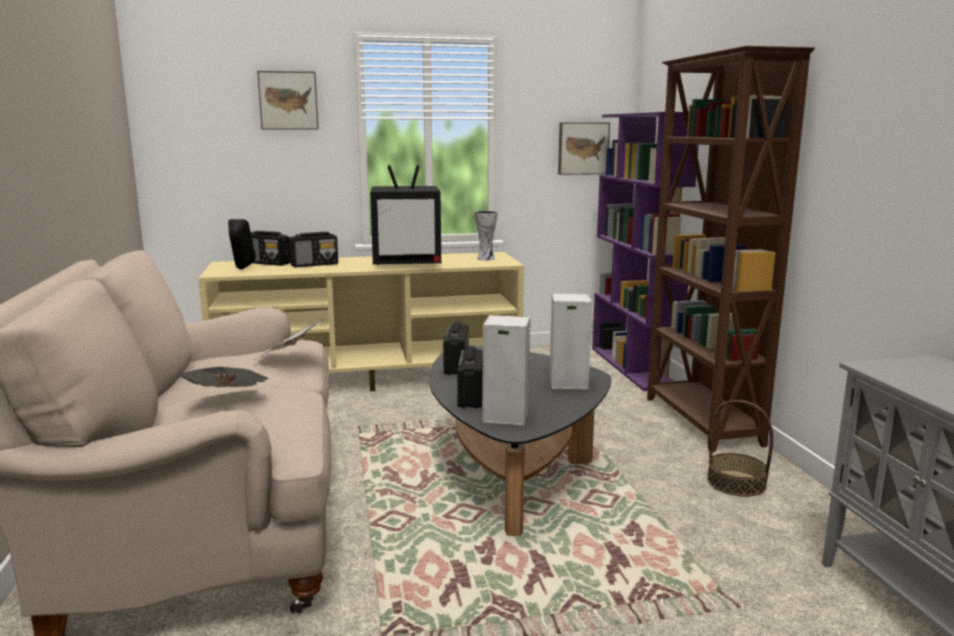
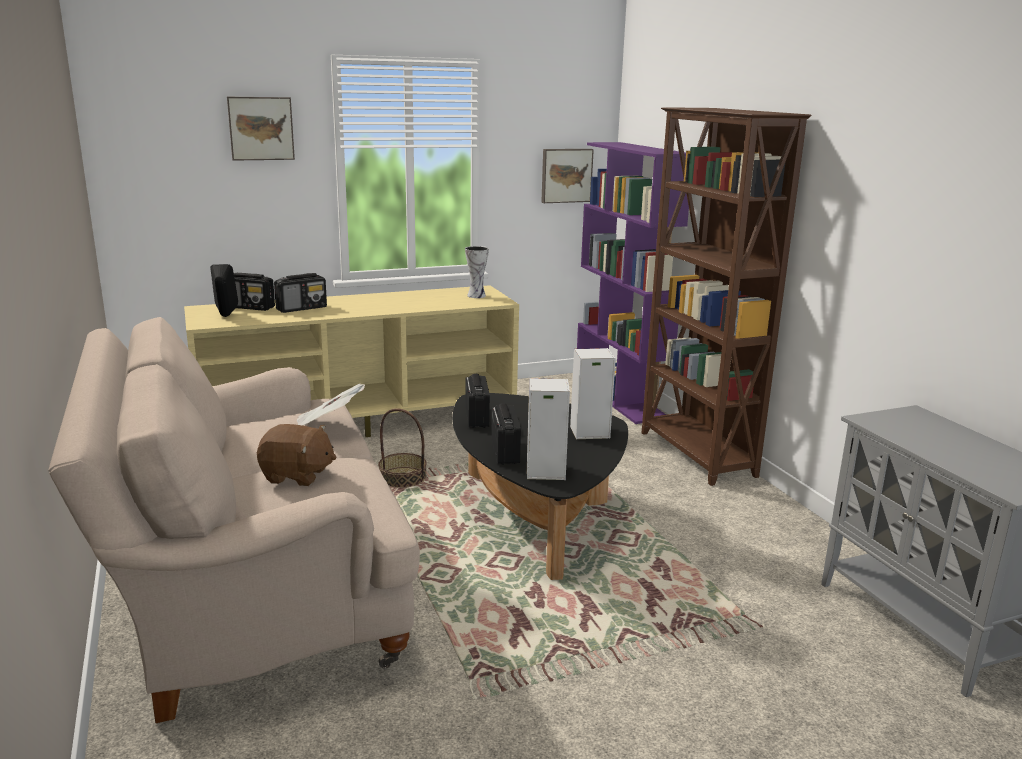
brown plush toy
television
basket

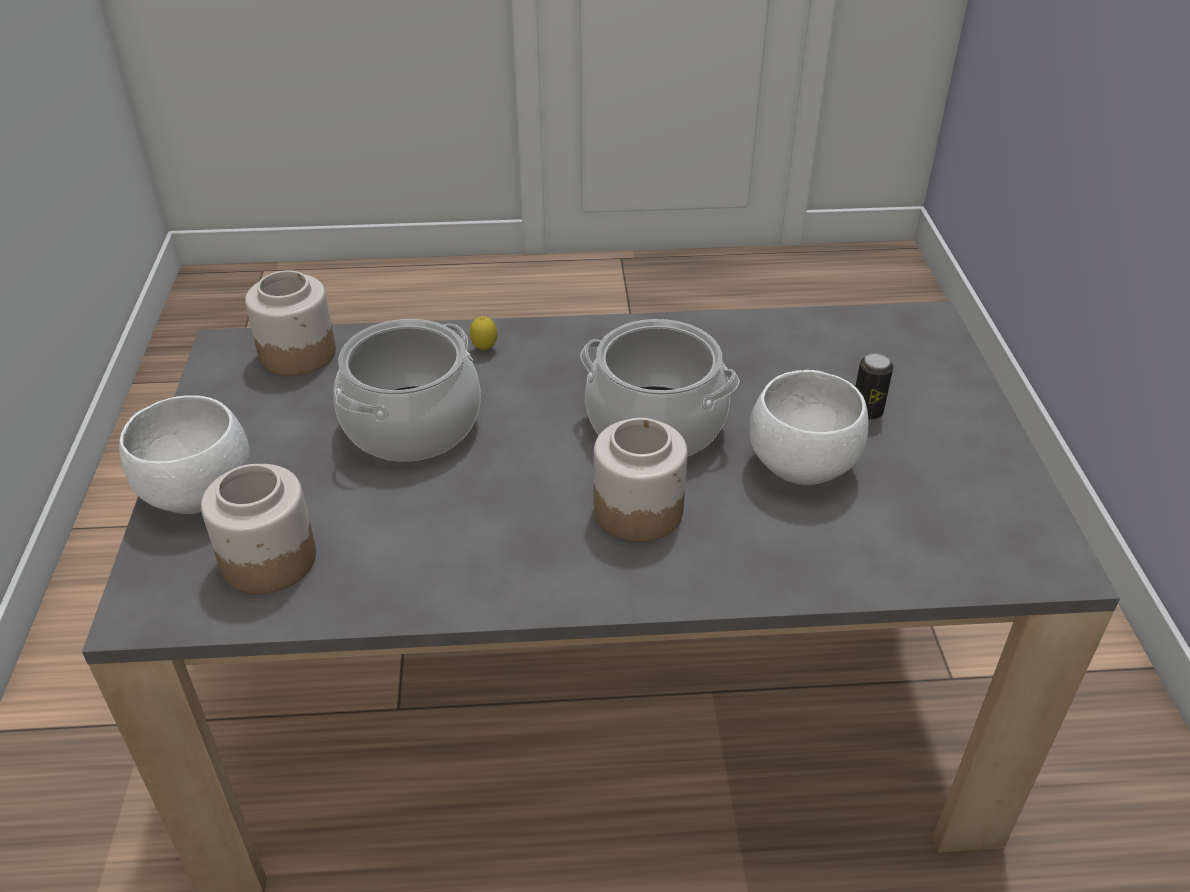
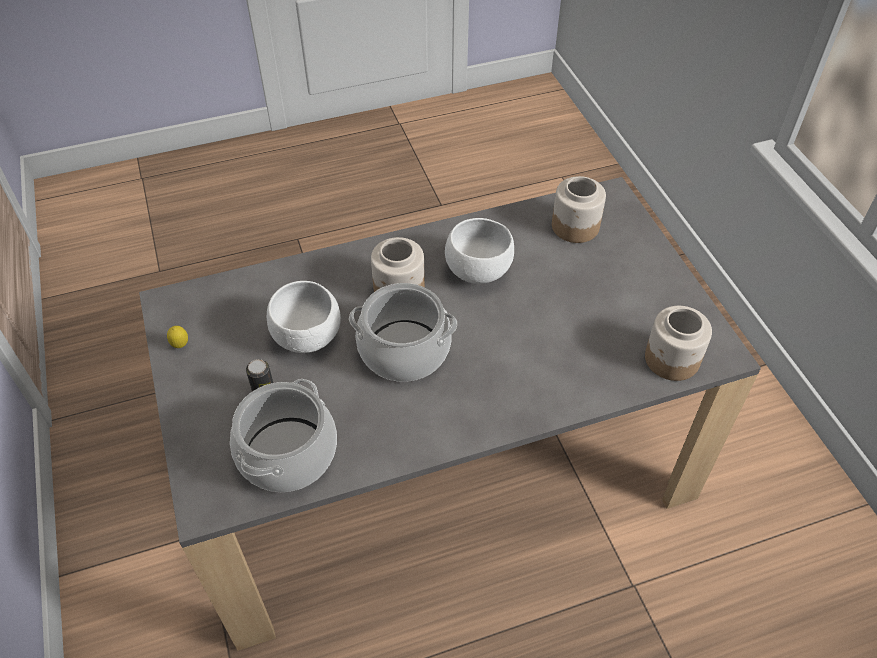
white bowl (no. 2 from left)
cooking pot (no. 1 from left)
lemon

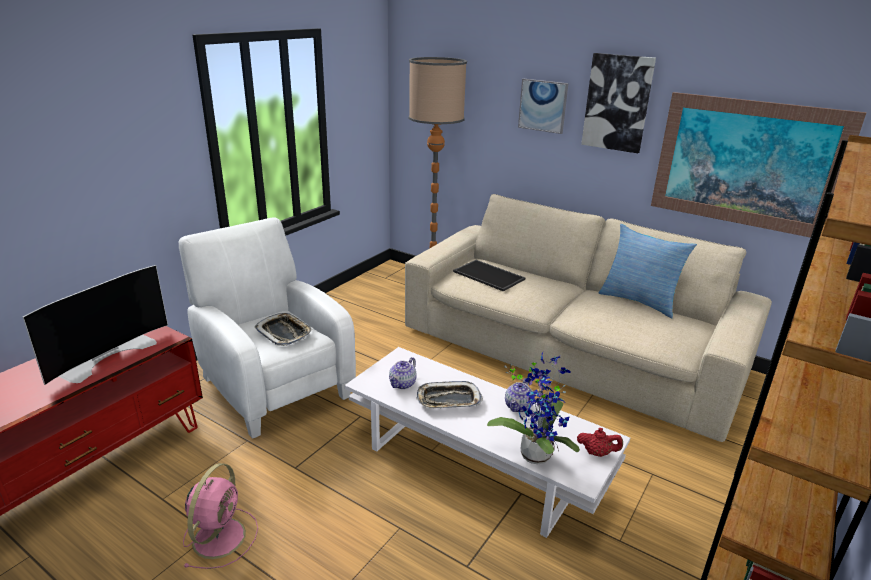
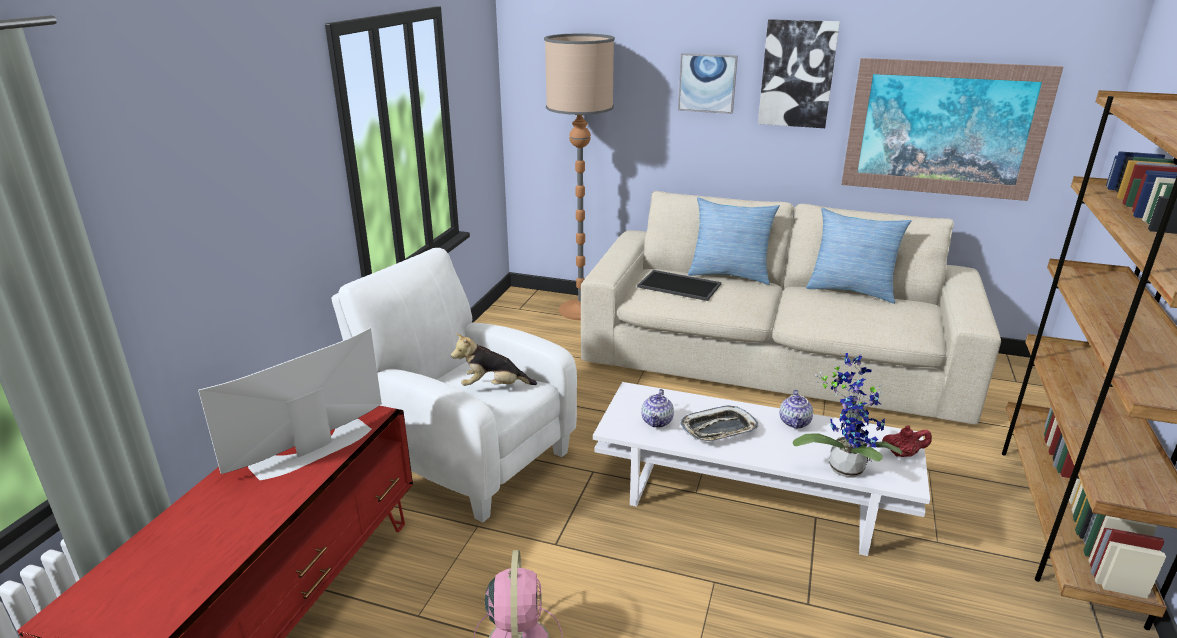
television
plush toy
pillow (no. 1 from left)

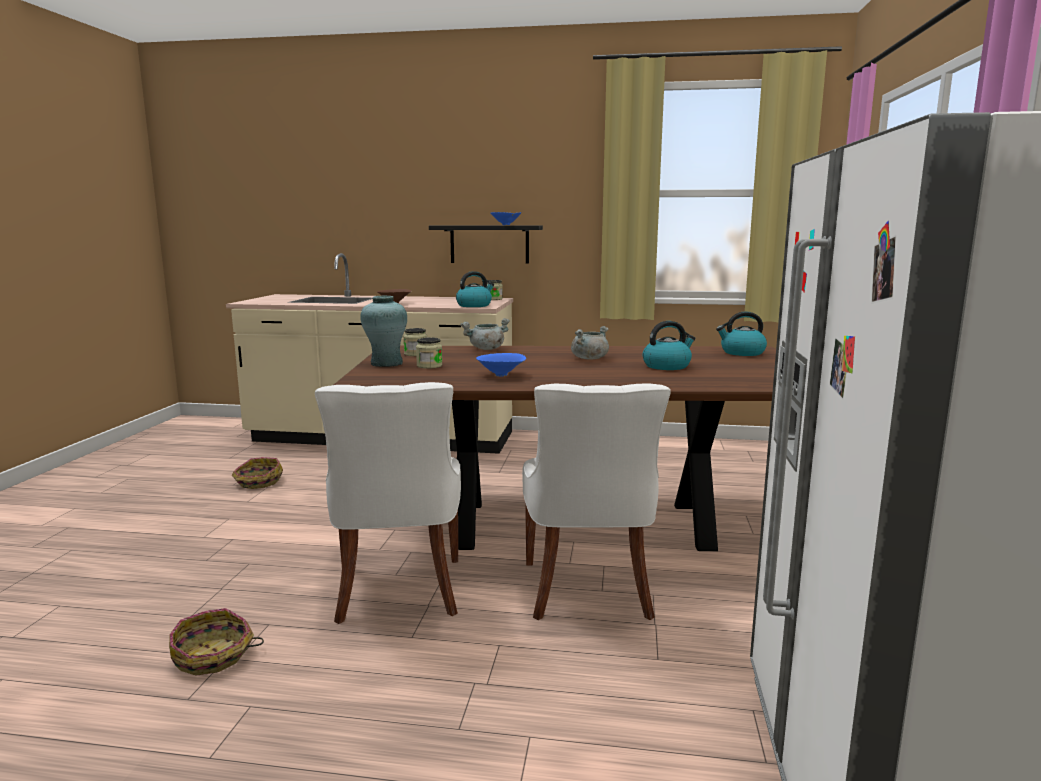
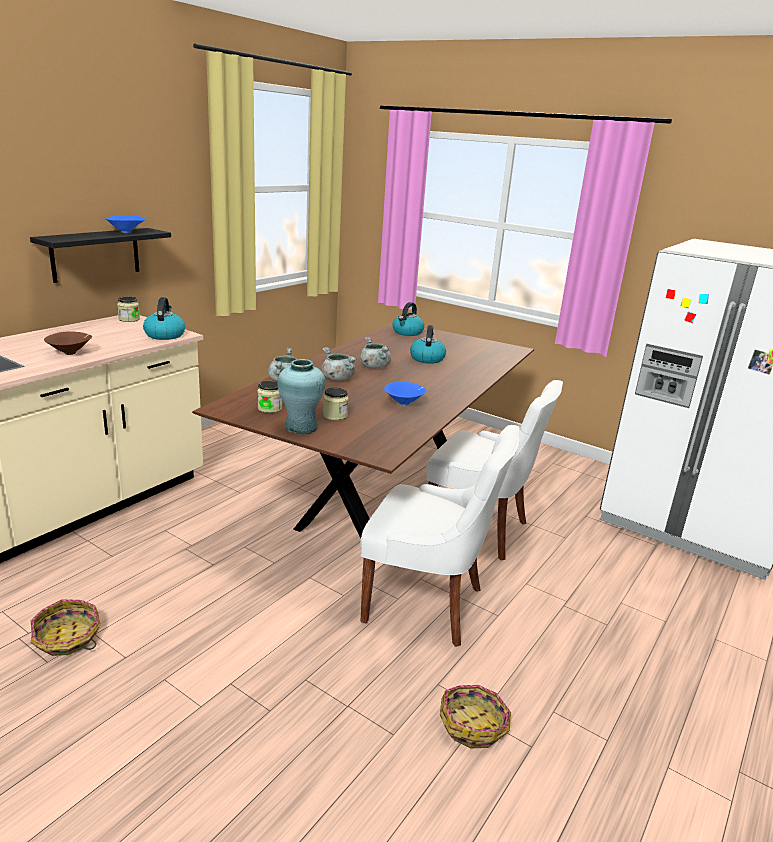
grey cooking pot (no. 2 from left)

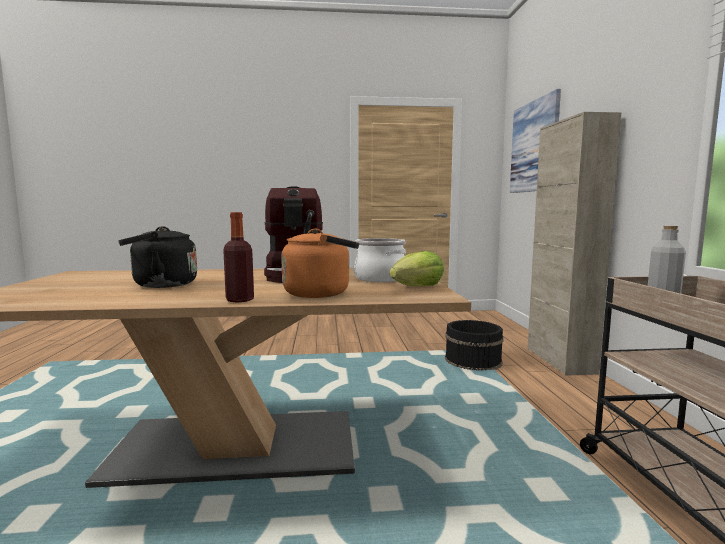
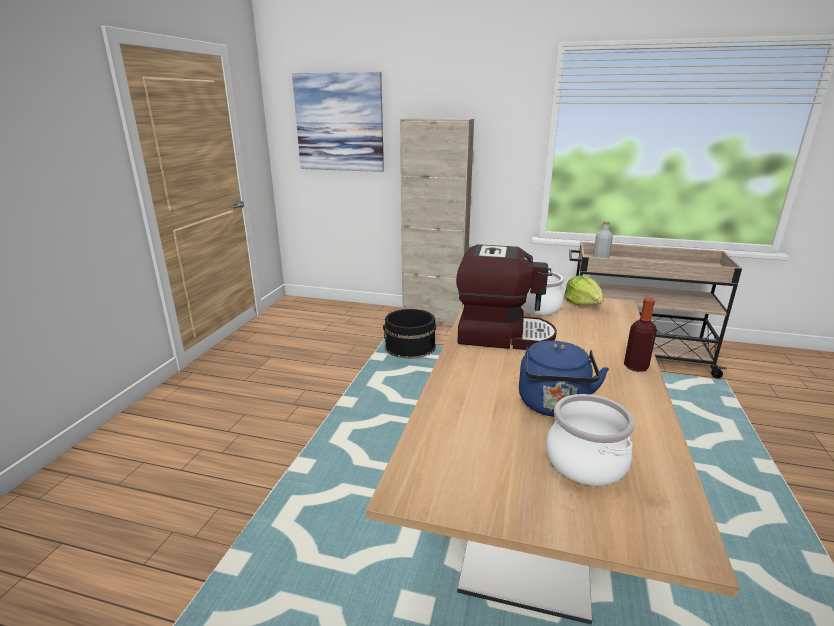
blue kettle
orange kettle
cooking pot (no. 2 from left)

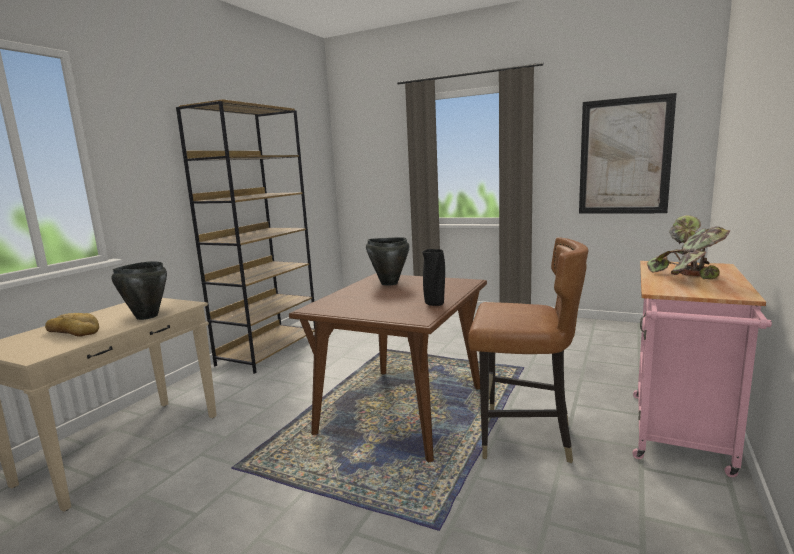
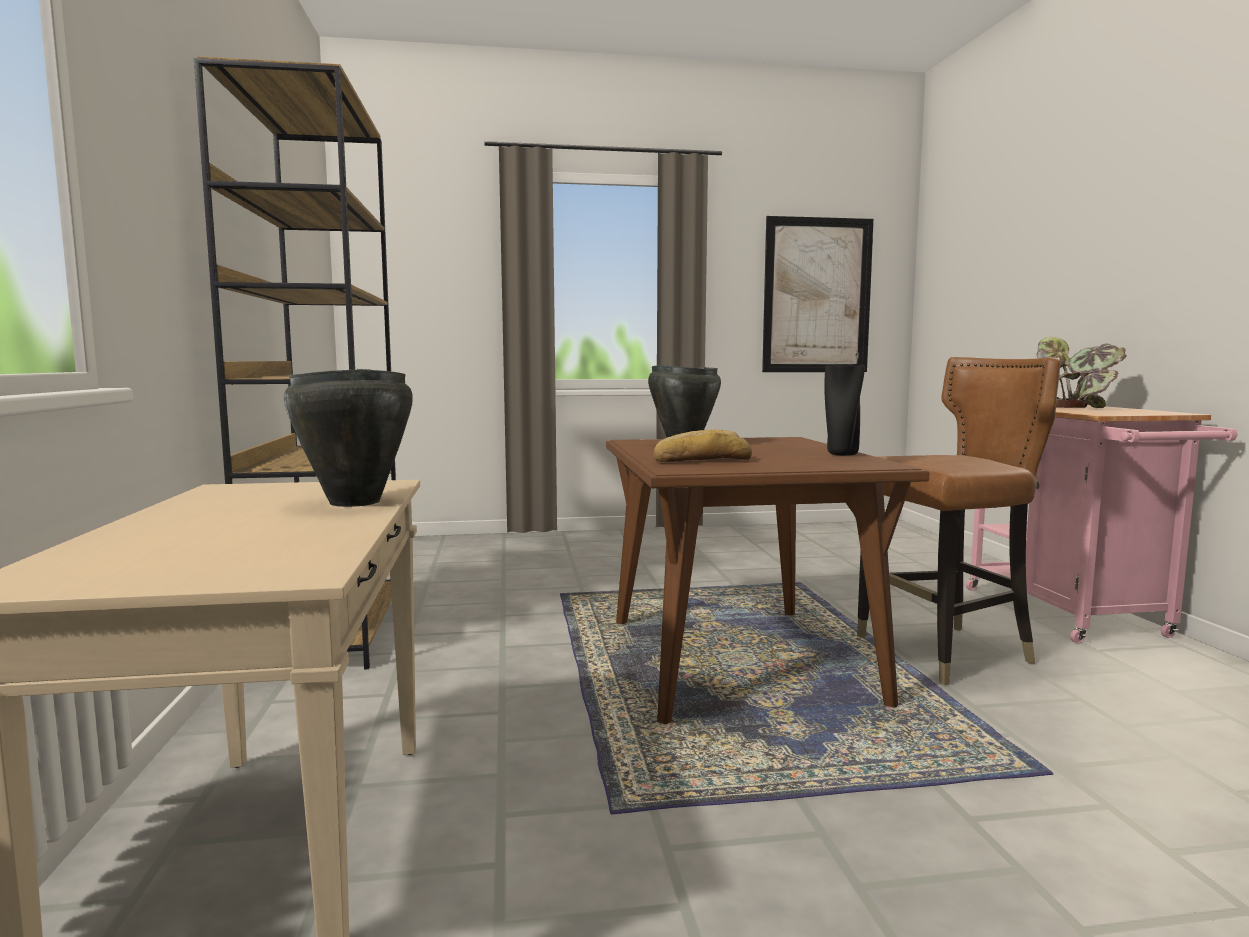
bread

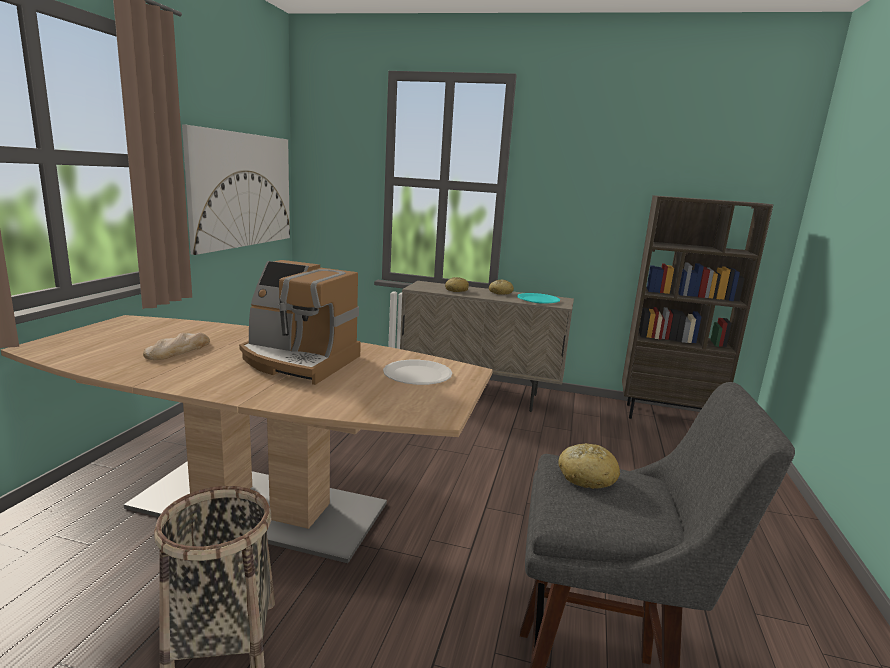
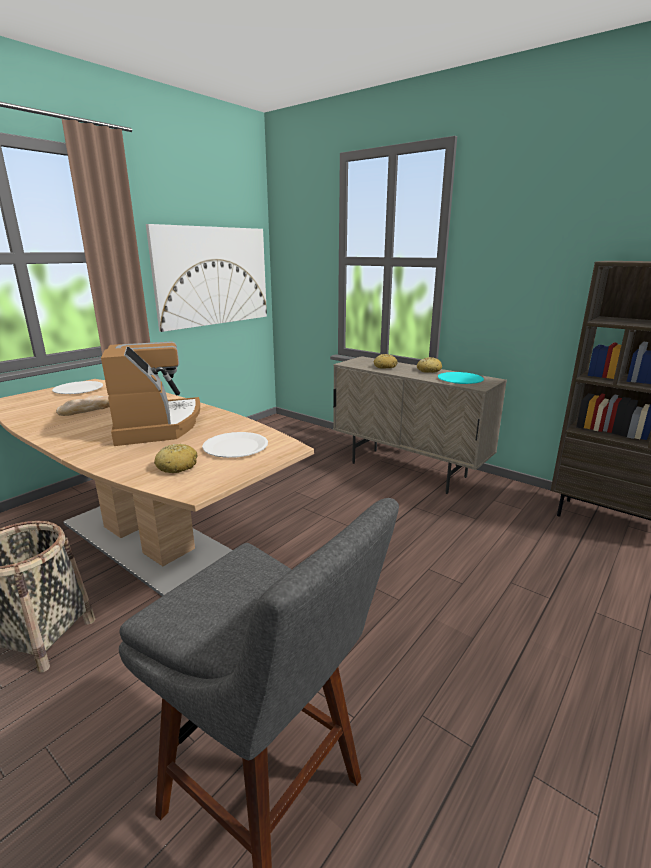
coffee machine
bread (no. 2 from left)
white plate (no. 1 from left)

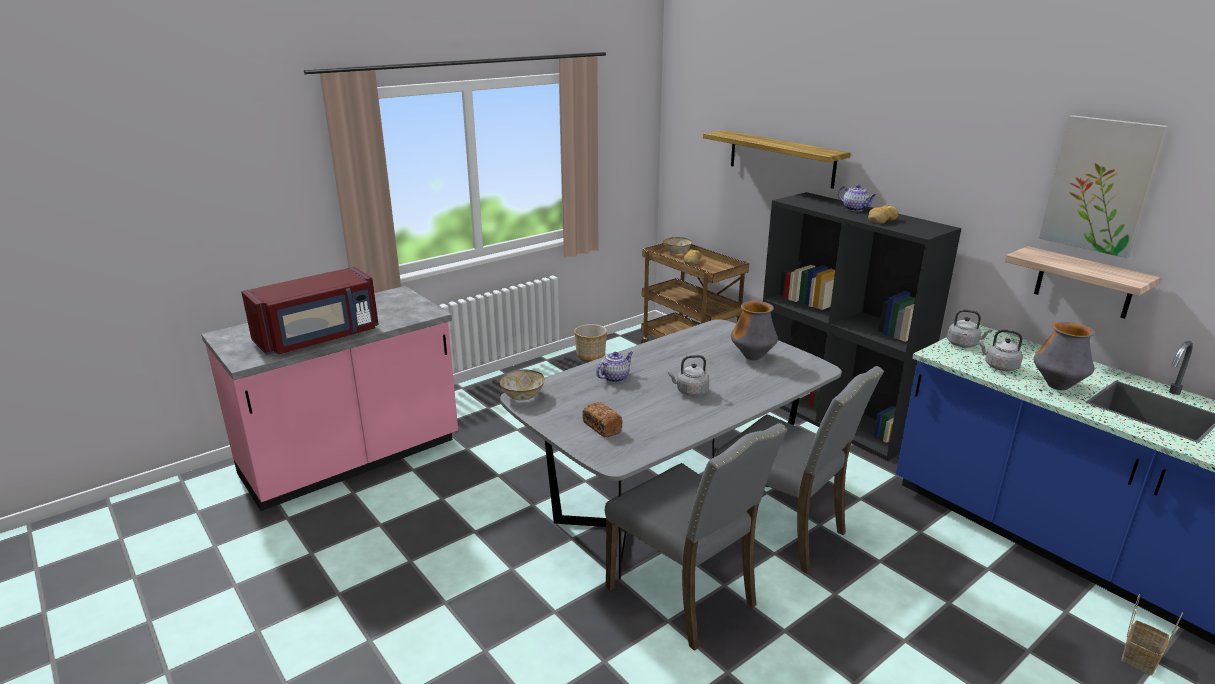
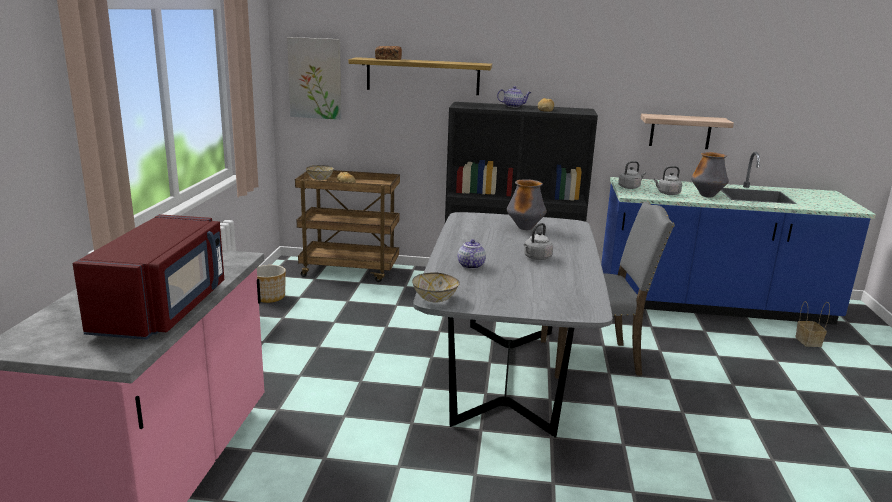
bread (no. 2 from left)
grey chair (no. 1 from left in the first image)
picture

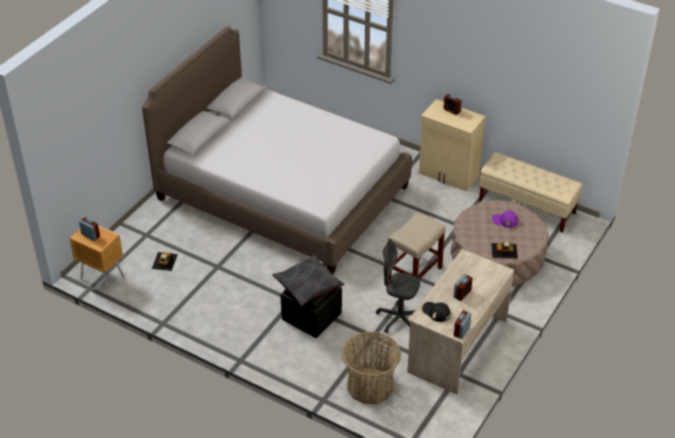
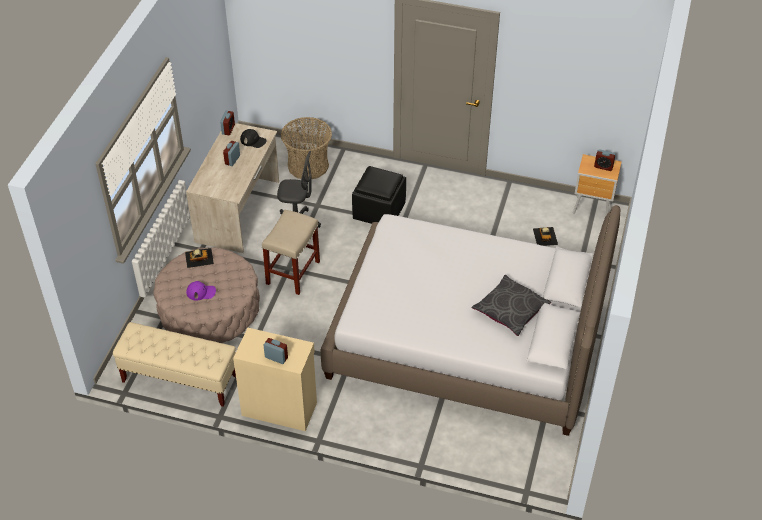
grey pillow

